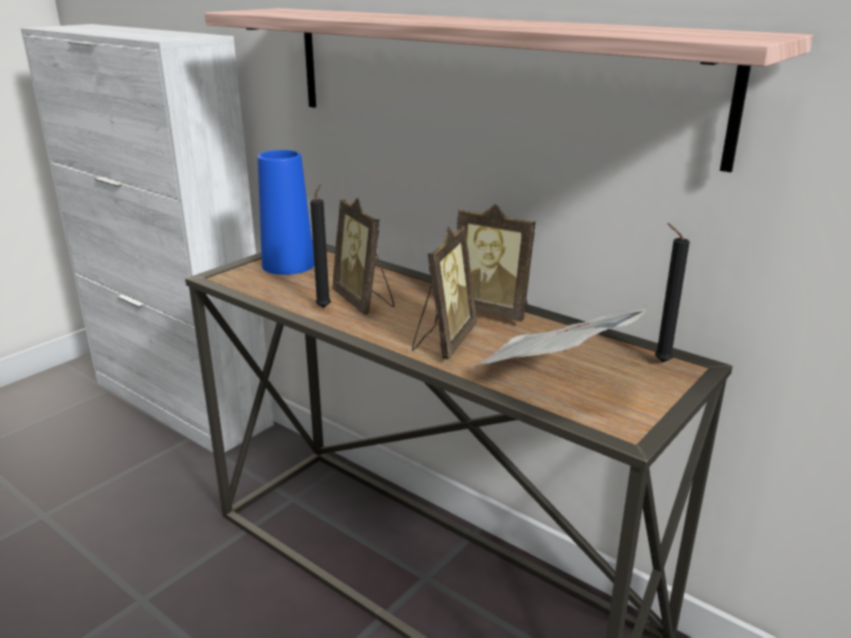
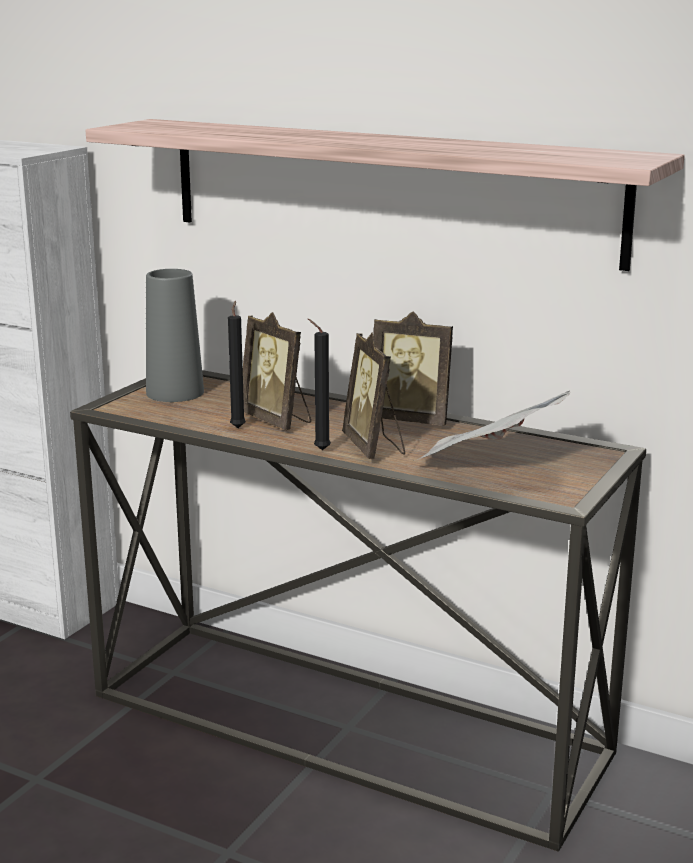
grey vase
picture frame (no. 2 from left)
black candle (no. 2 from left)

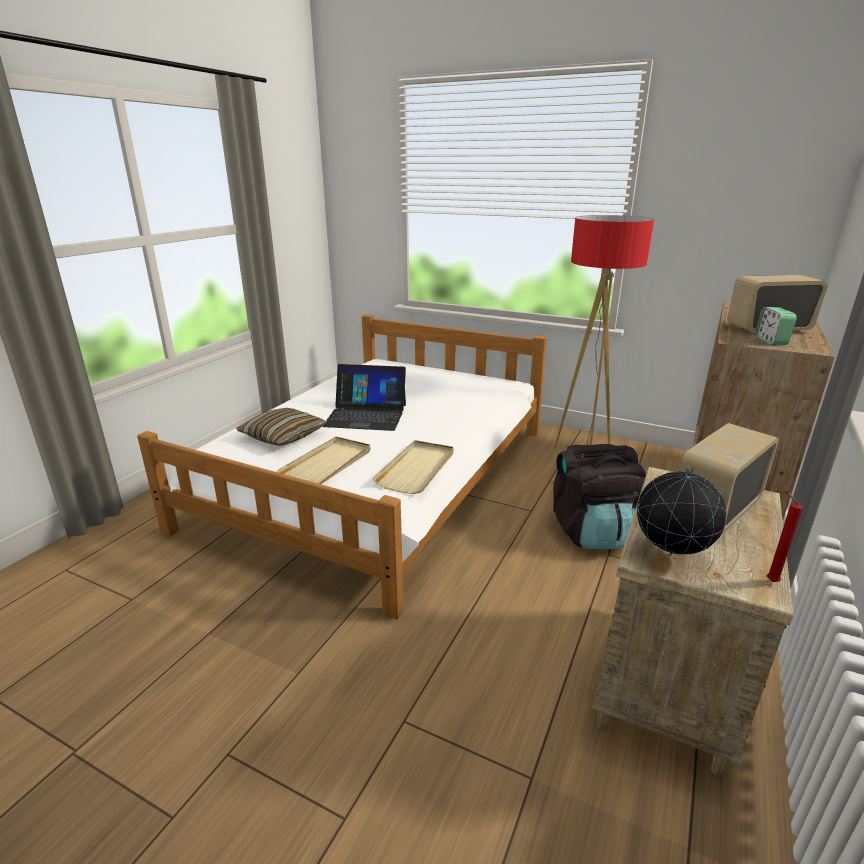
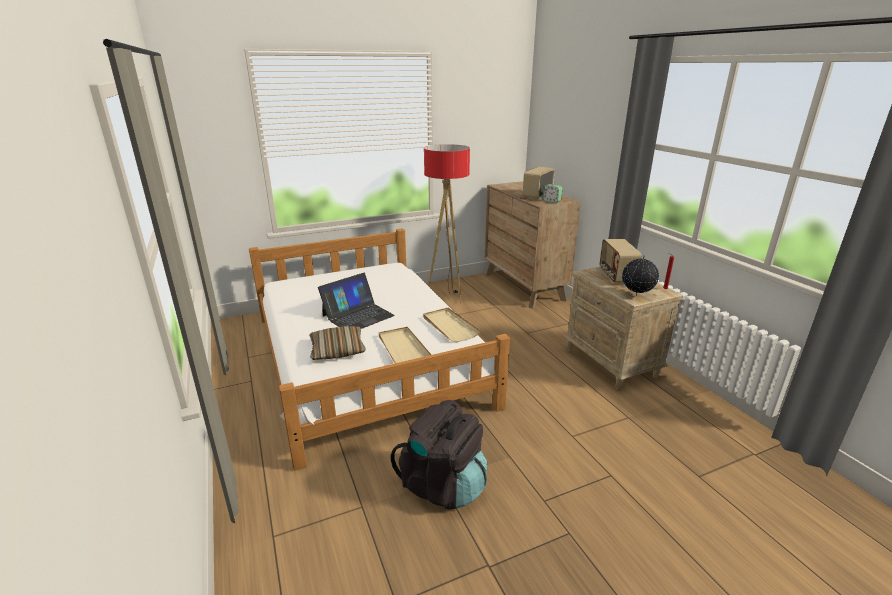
black backpack

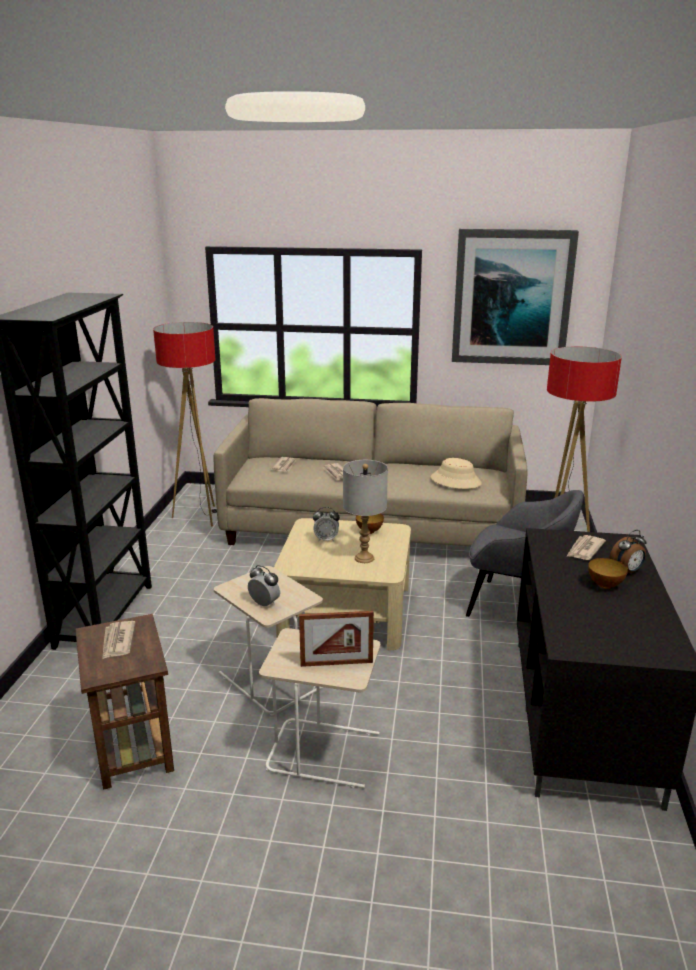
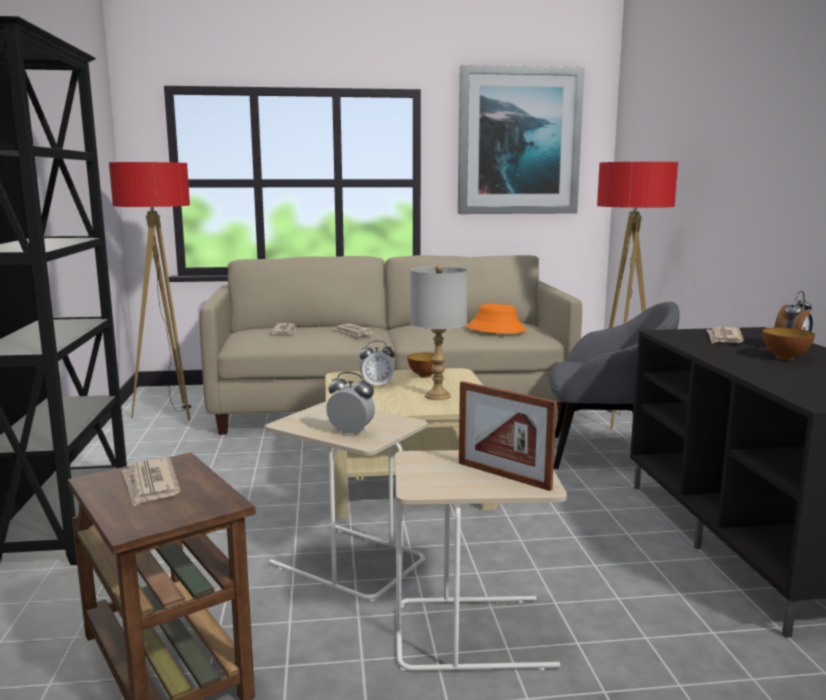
picture frame
orange hat

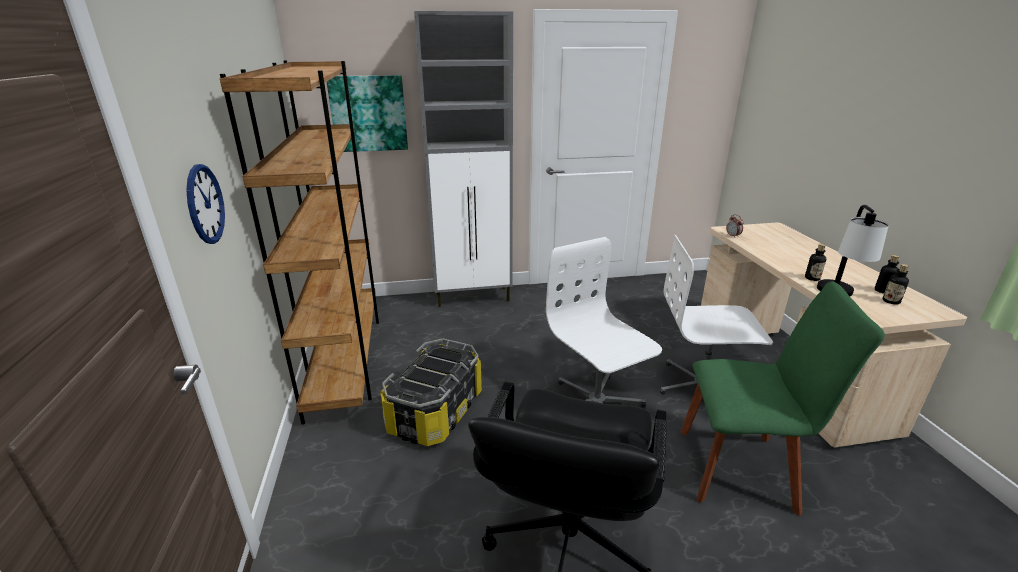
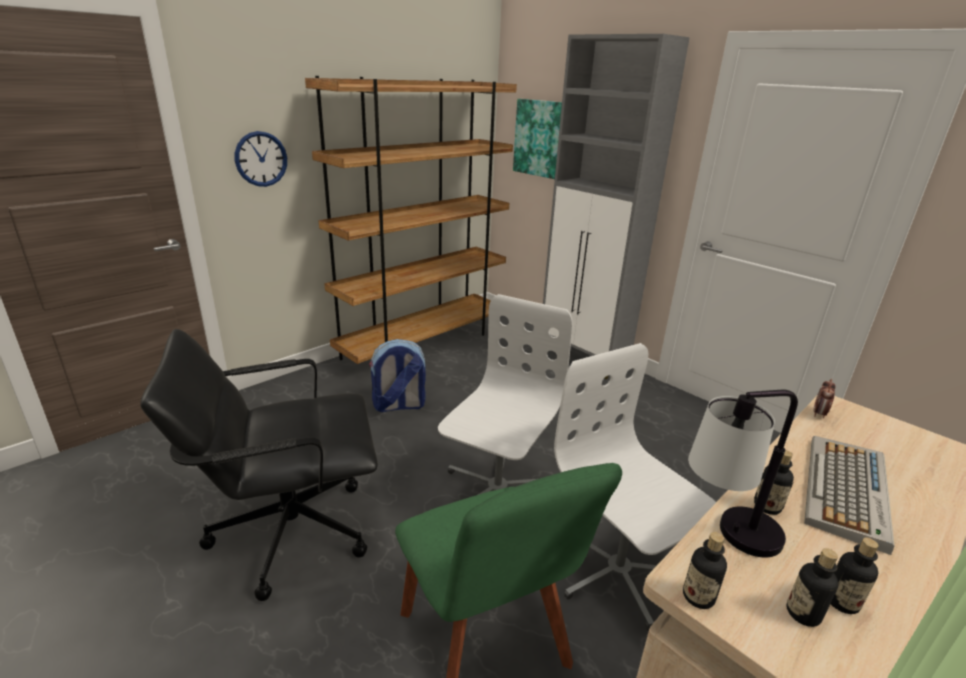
backpack
bottle (no. 1 from left)
keyboard

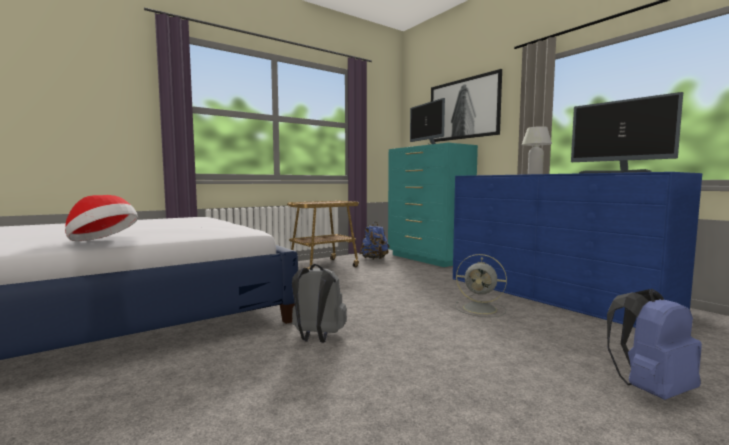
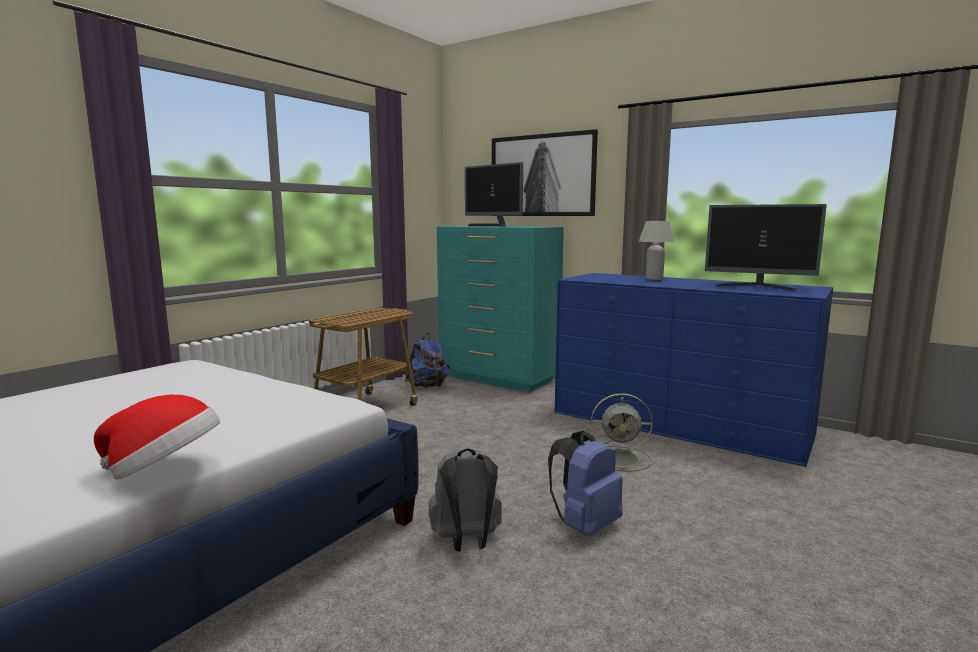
blue backpack (no. 2 from left)

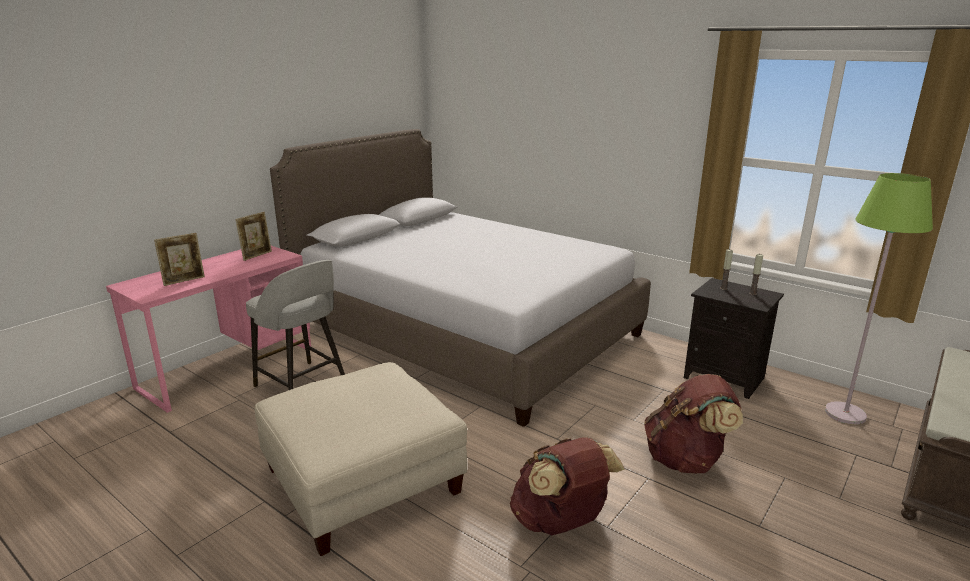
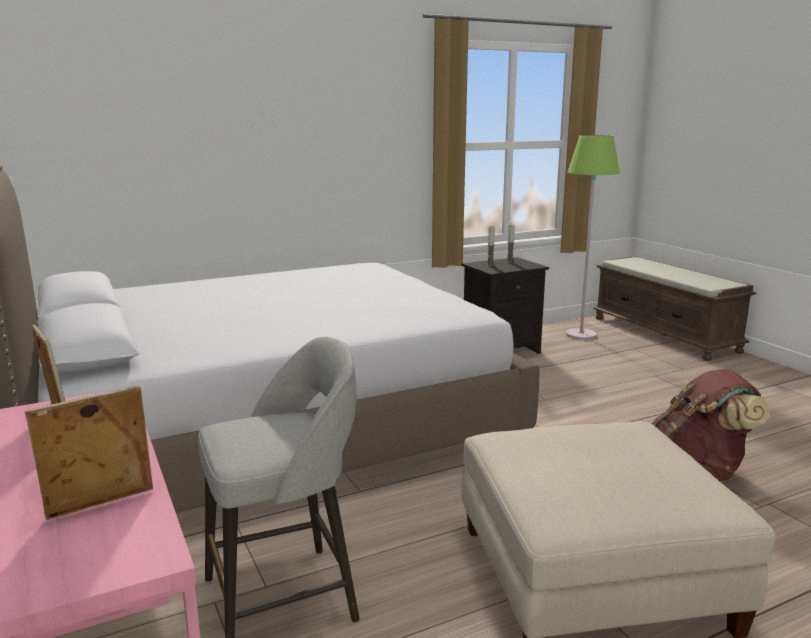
picture frame (no. 2 from left)
brown backpack (no. 2 from left in the first image)

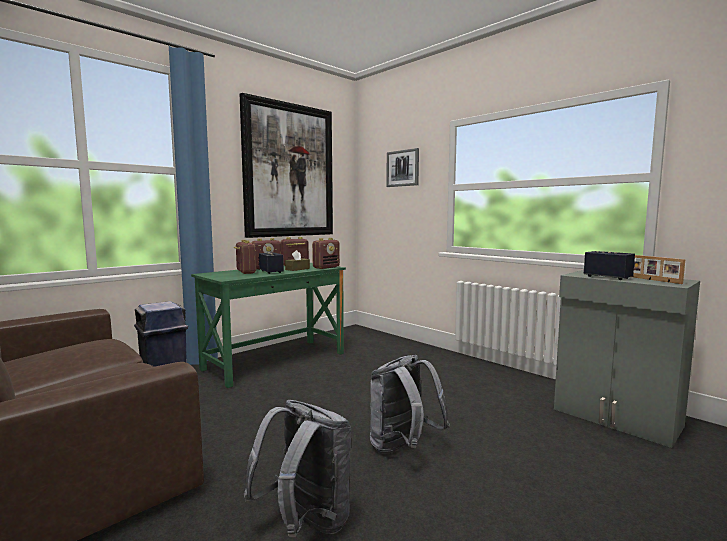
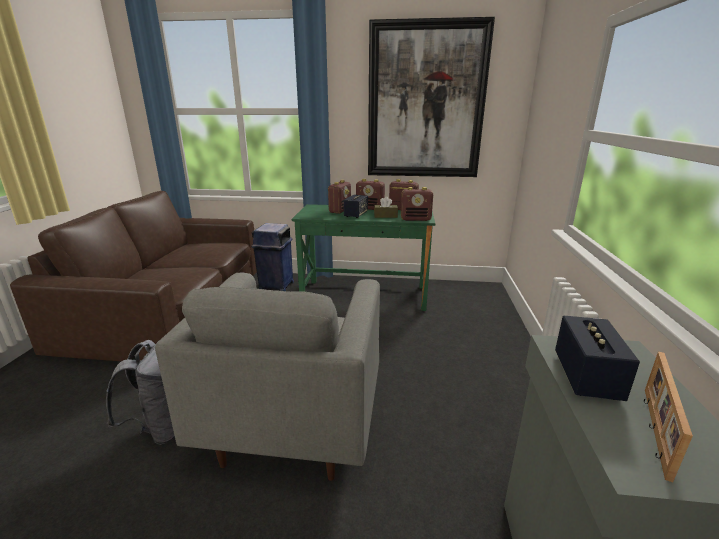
grey armchair
picture (no. 2 from left in the first image)

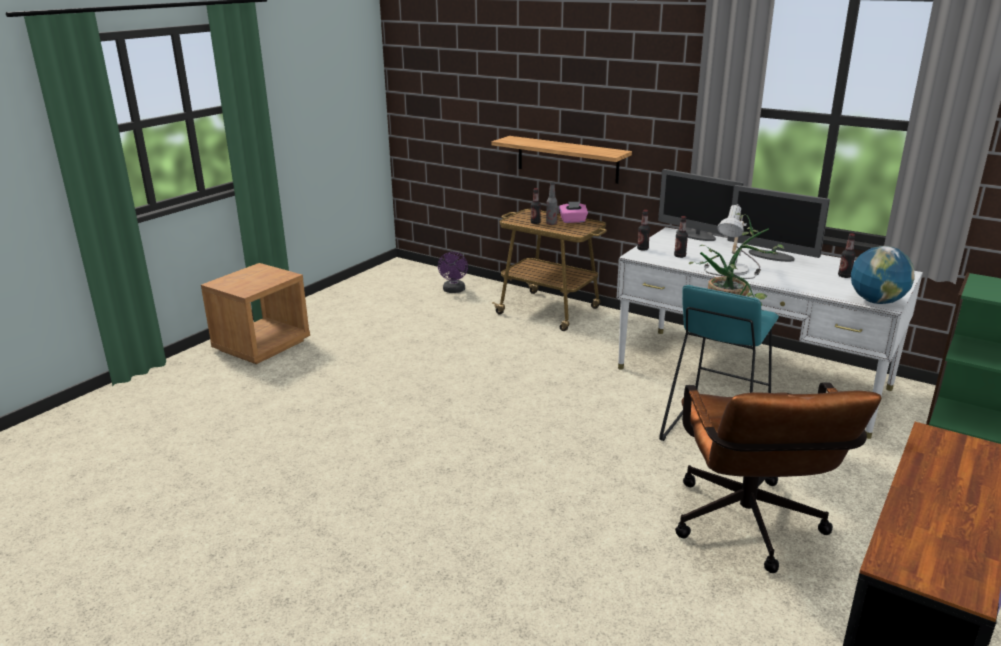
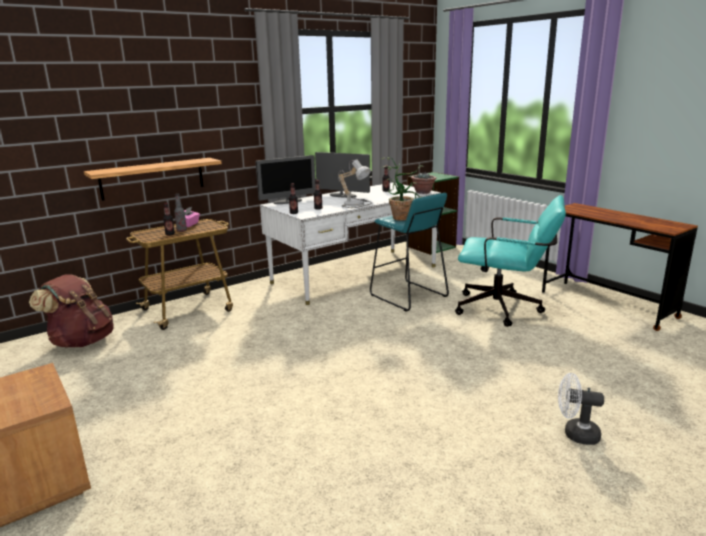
brown backpack
turquoise office chair
monitor (no. 2 from left)
potted plant (no. 2 from left)
white fan

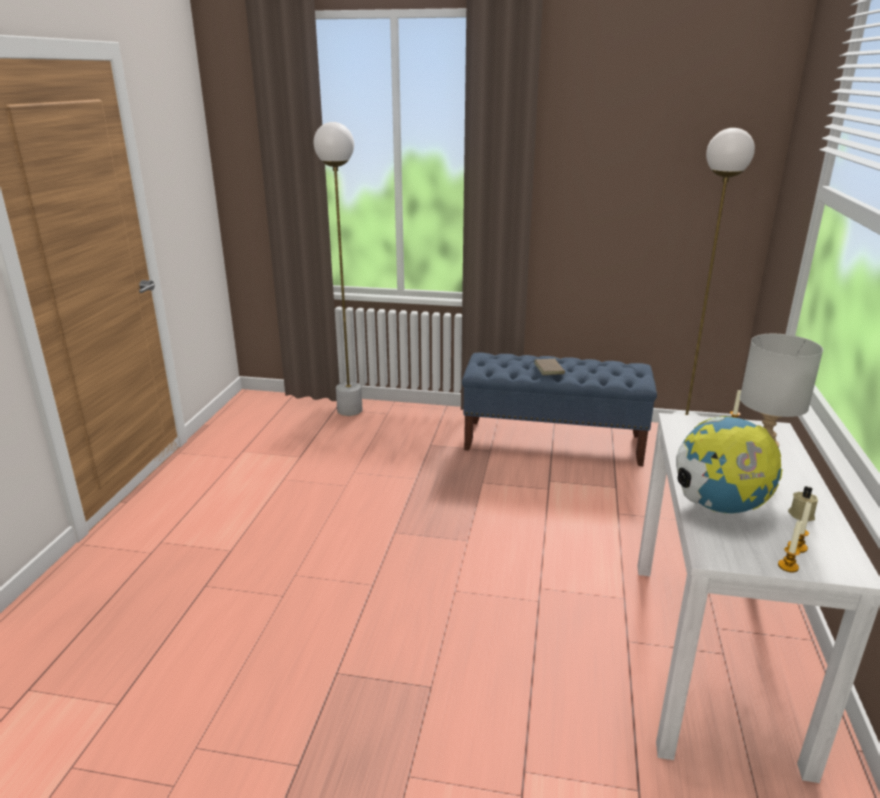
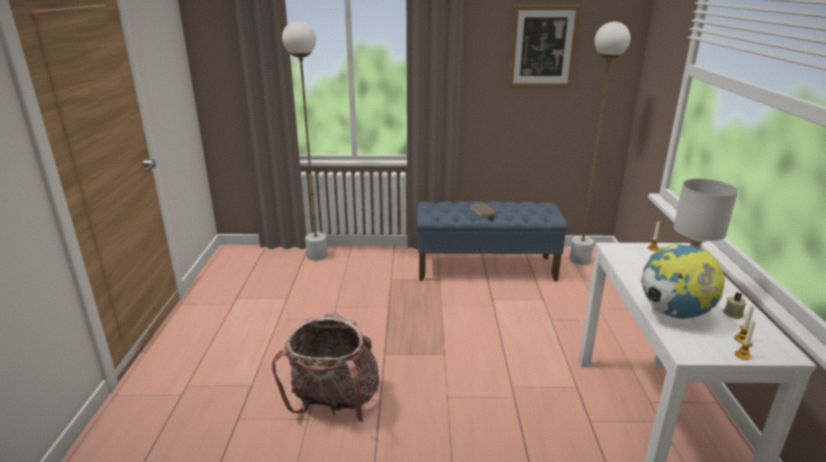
backpack
picture

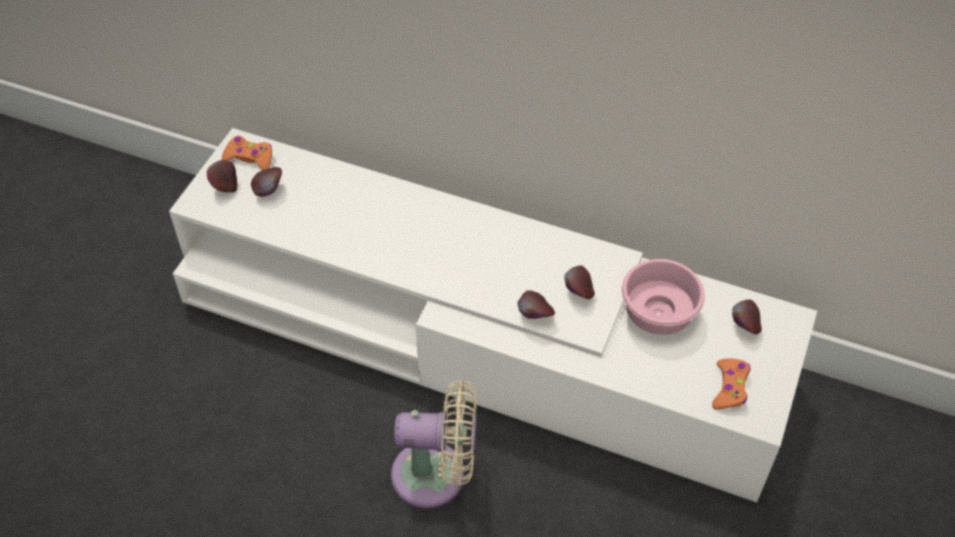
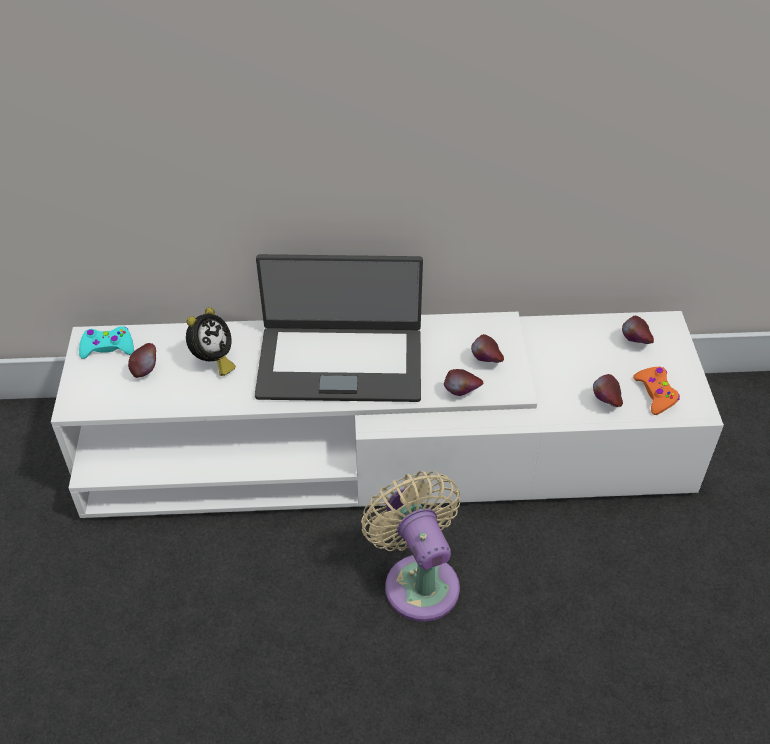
apple (no. 4 from left)
turquoise game controller
beige fan
pink bowl
alarm clock
laptop

